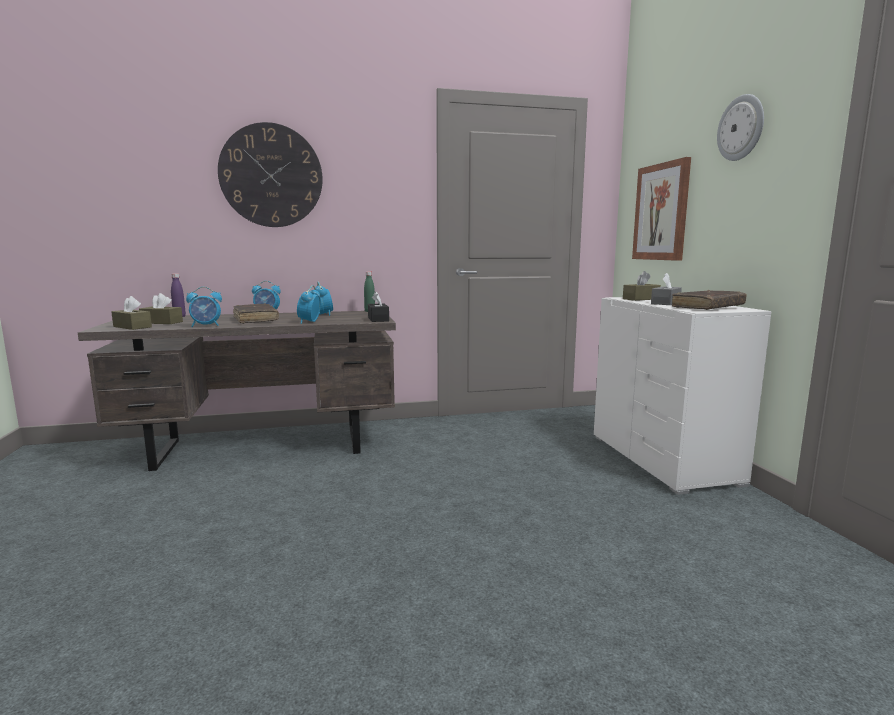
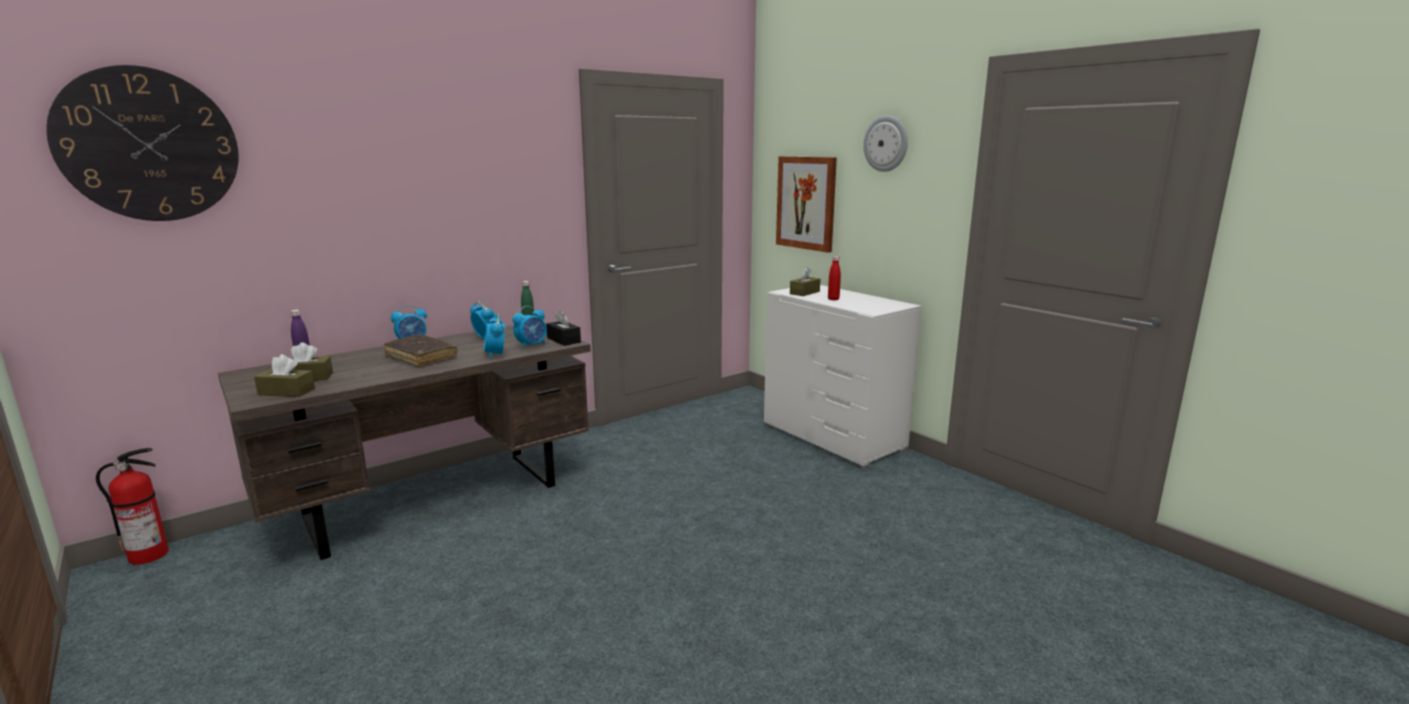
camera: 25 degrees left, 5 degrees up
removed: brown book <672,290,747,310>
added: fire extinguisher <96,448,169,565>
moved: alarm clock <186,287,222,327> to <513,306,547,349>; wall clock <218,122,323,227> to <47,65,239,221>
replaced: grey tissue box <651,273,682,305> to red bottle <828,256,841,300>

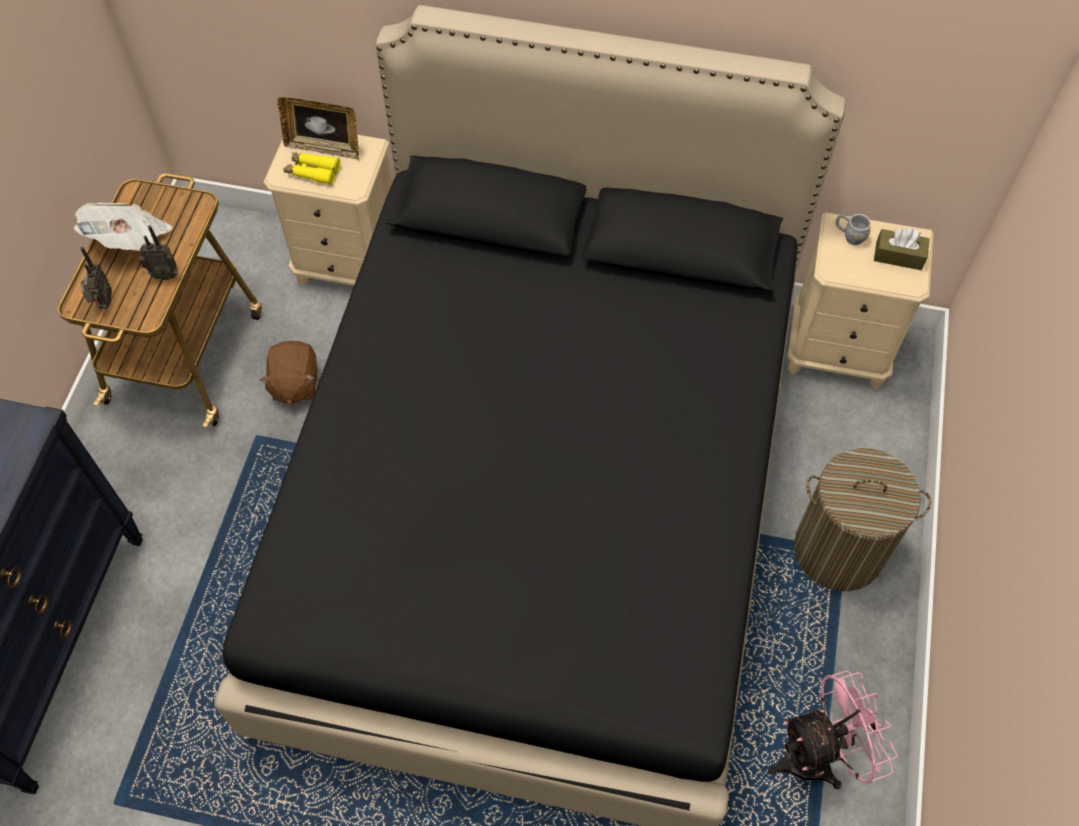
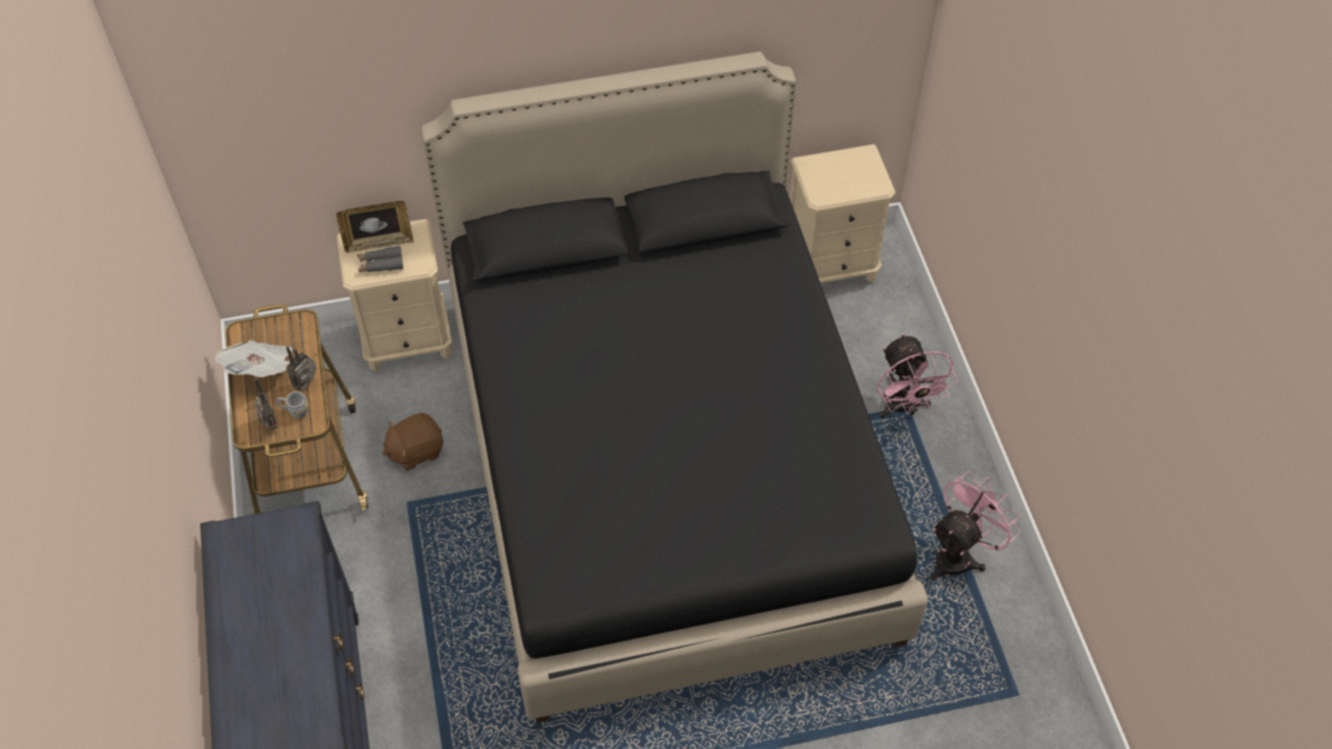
camera: 25 degrees left, 5 degrees down
removed: brown tissue box <874,228,930,270>
moved: grey mug <836,214,871,245> to <276,391,309,419>
replaced: laundry basket <794,448,931,591> to pink fan <878,333,958,418>
recoloured: yellow binoculars <283,152,340,185> to grey binoculars <357,246,403,273>
turned: radio <139,225,178,280> = <286,346,317,391> 150 degrees clockwise; brown plush toy <260,341,317,405> = <382,413,443,471> 90 degrees clockwise

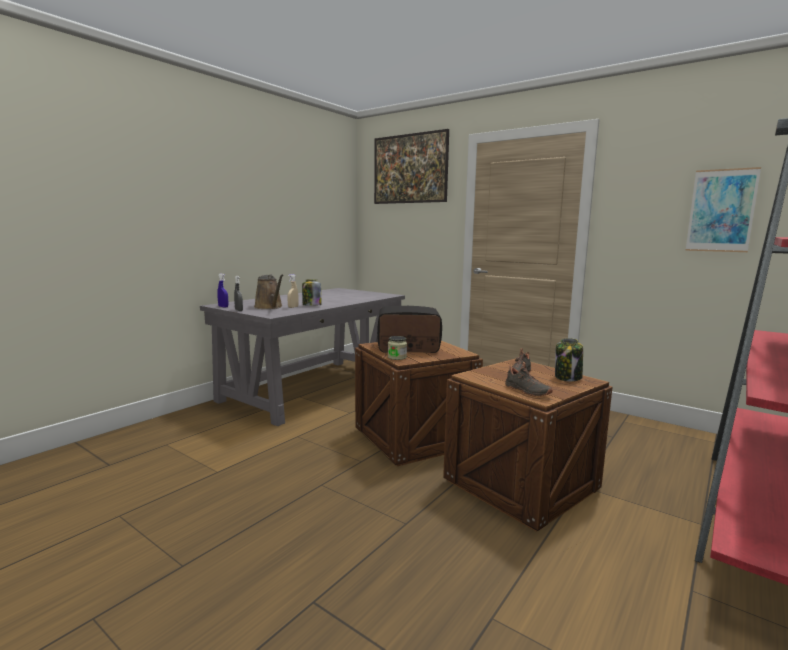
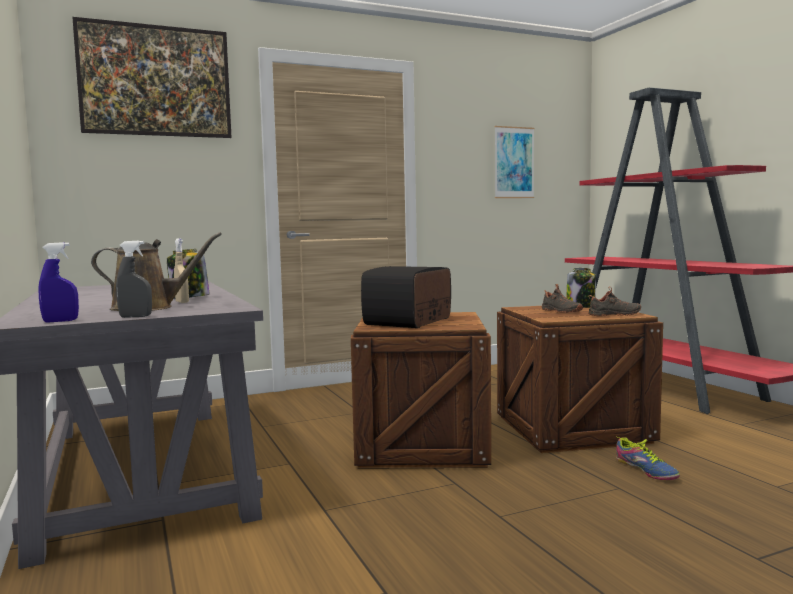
camera: 60 degrees left, 5 degrees down
removed: jar <388,336,407,360>
added: shoe <616,437,680,480>

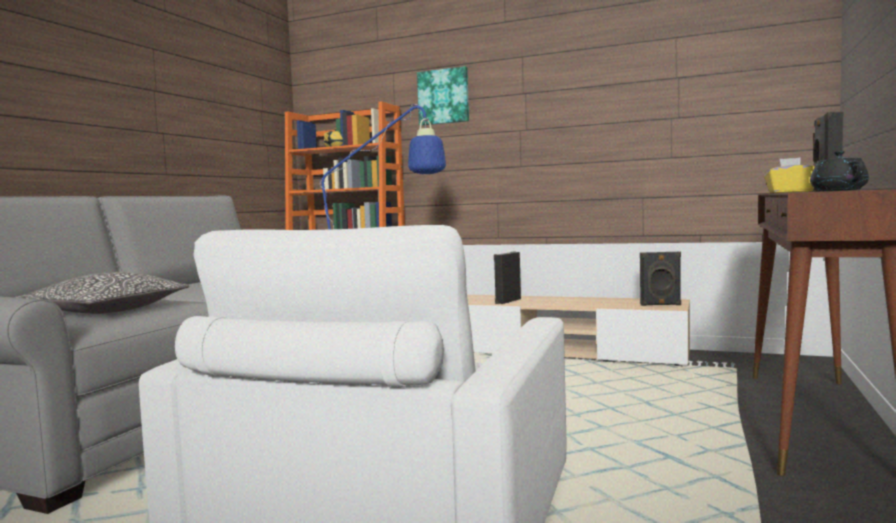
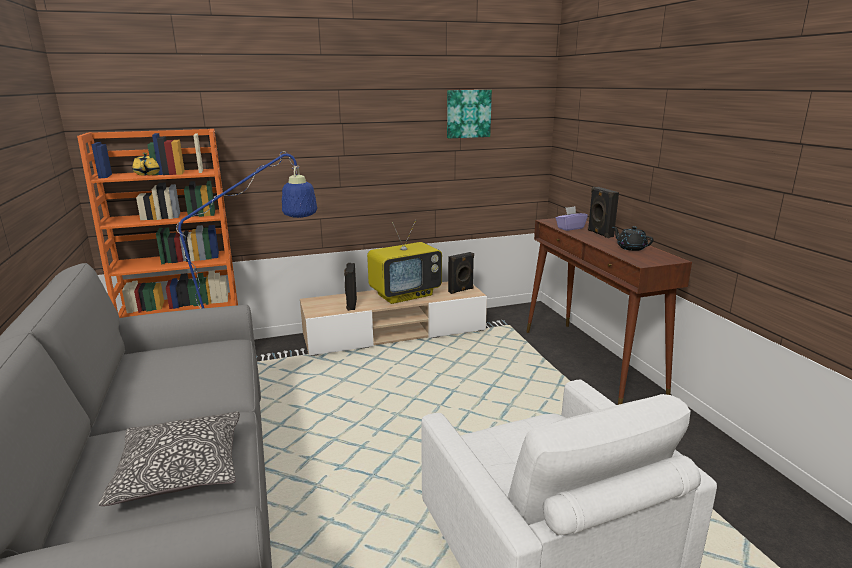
camera: 40 degrees left, 15 degrees up
added: television <367,220,442,304>
moved: picture <417,66,469,125> to <447,90,492,138>
recoloured: yellow tissue box <764,157,814,193> to purple tissue box <556,206,588,231>

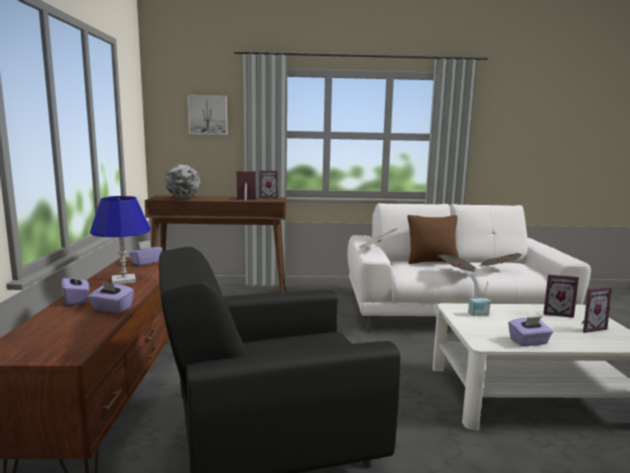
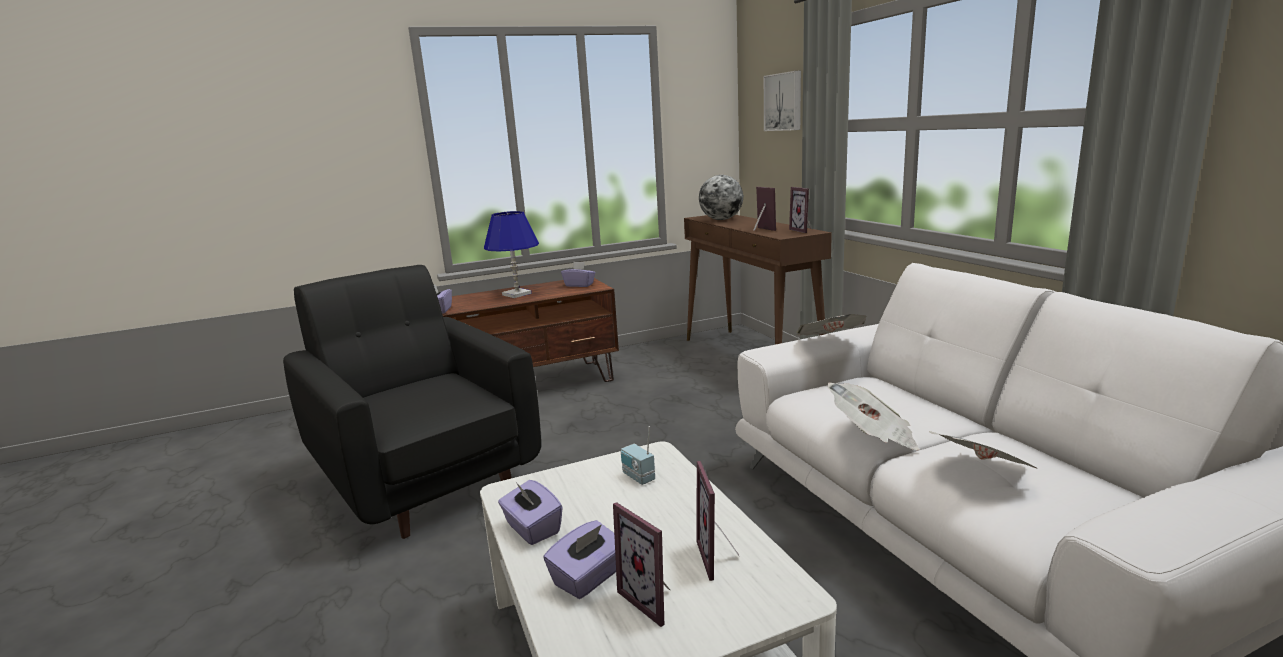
camera: 70 degrees right, 5 degrees up
removed: brown pillow <408,215,459,264>
moved: purple tissue box <62,272,89,305> to <543,520,616,599>

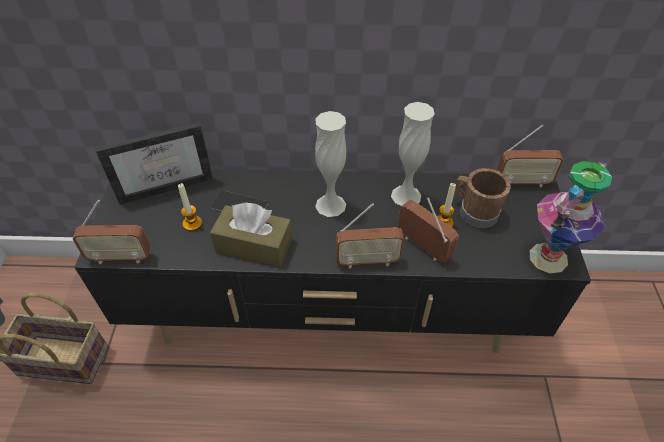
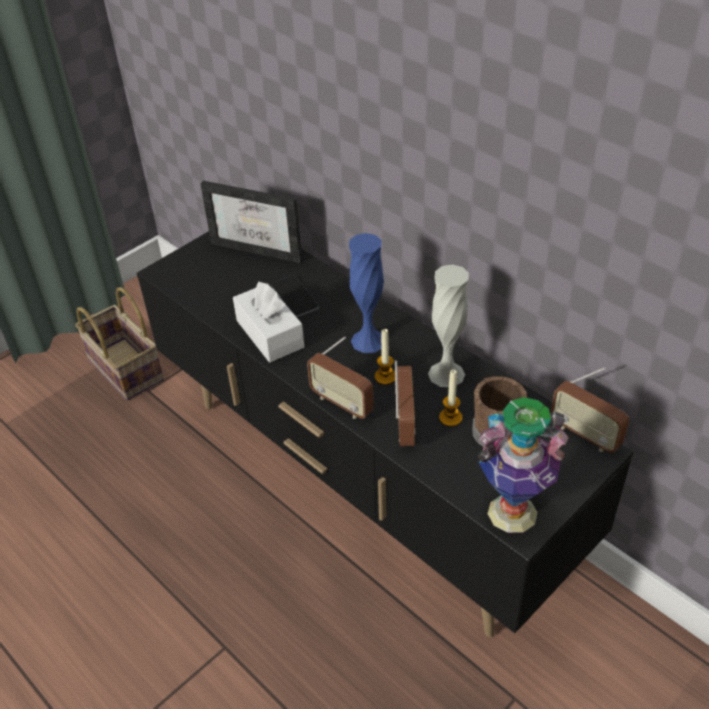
camera: 45 degrees right, 5 degrees down
removed: radio <73,200,150,264>
moved: candle <178,183,202,231> to <375,329,395,385>
recoloured: brown tissue box <210,202,293,267> to white tissue box <233,281,304,362>; white vase <315,111,346,217> to blue vase <349,233,384,353>

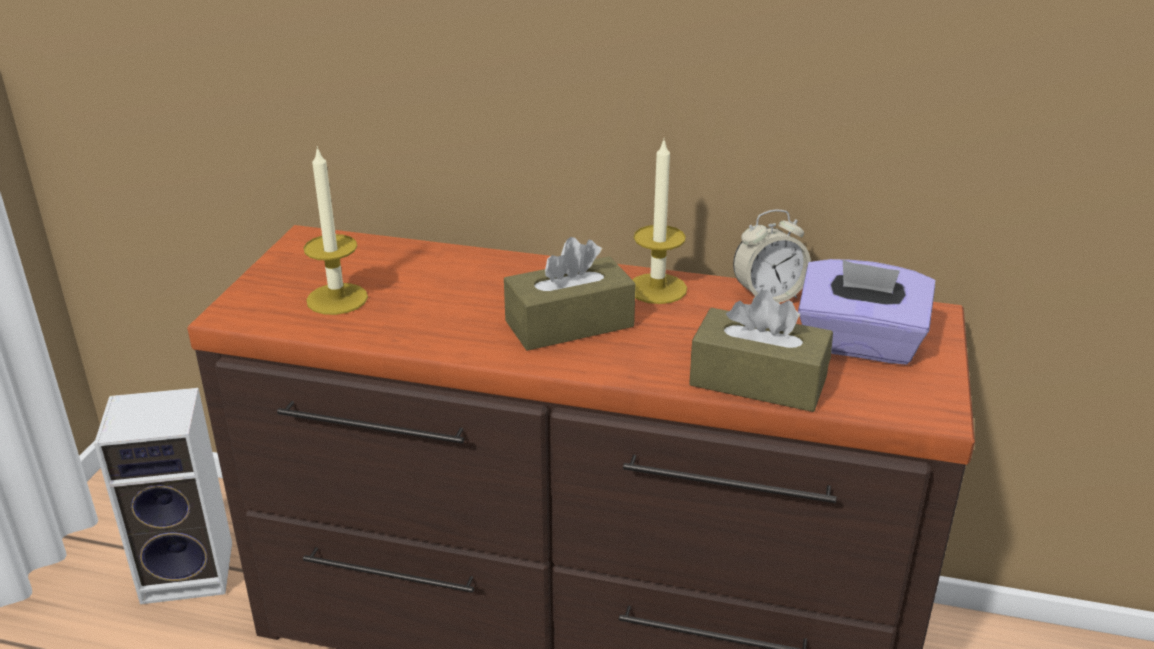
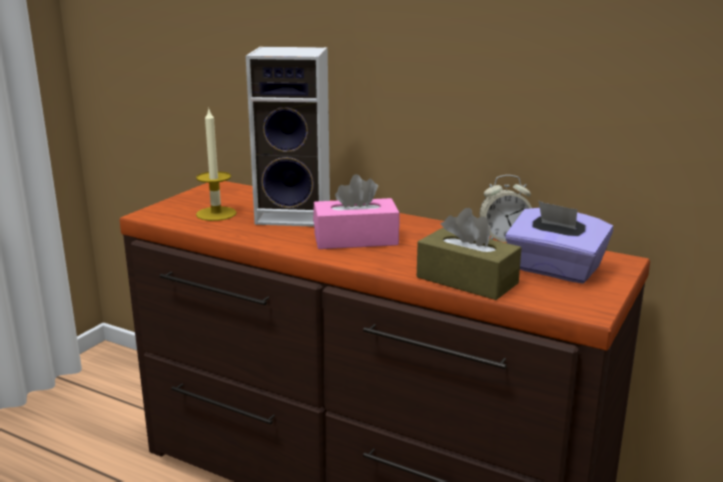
camera: 15 degrees right, 10 degrees down
removed: candle <632,141,687,304>
moved: speaker <94,388,232,605> to <246,46,330,227>
recoloured: brown tissue box <504,237,636,351> to pink tissue box <313,174,400,249>

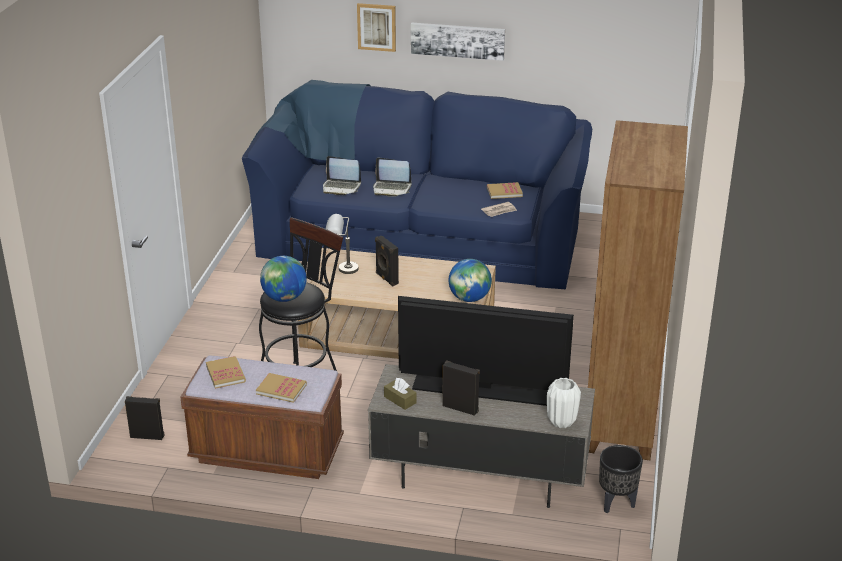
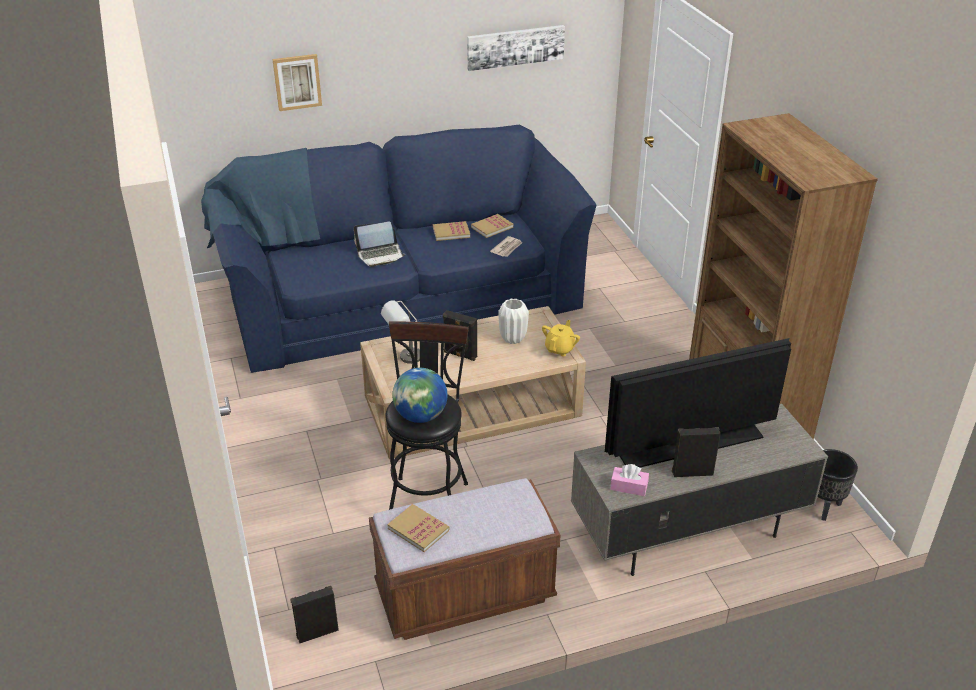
camera: 30 degrees left, 5 degrees up
removed: laptop <323,156,361,195>
moved: book <256,373,307,403> to <433,221,470,241>; picture <411,23,505,61> to <467,25,565,71>; white vase <547,378,581,428> to <498,299,529,344>
replaced: globe <449,259,492,302> to yellow teapot <542,320,580,356>
recoloured: brown tissue box <384,378,417,410> to pink tissue box <610,464,649,496>

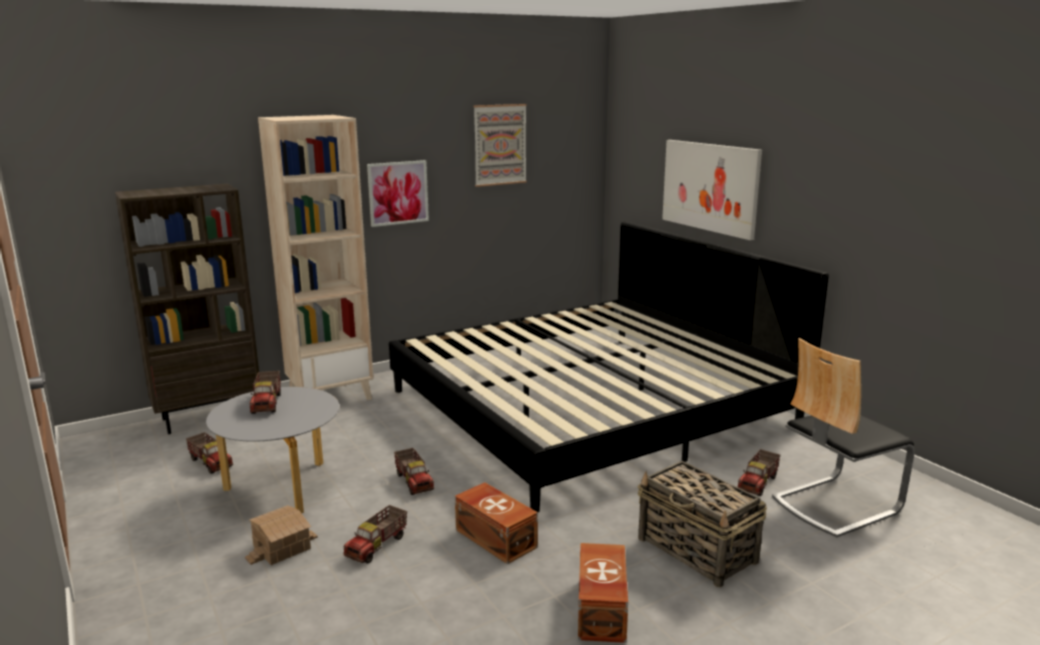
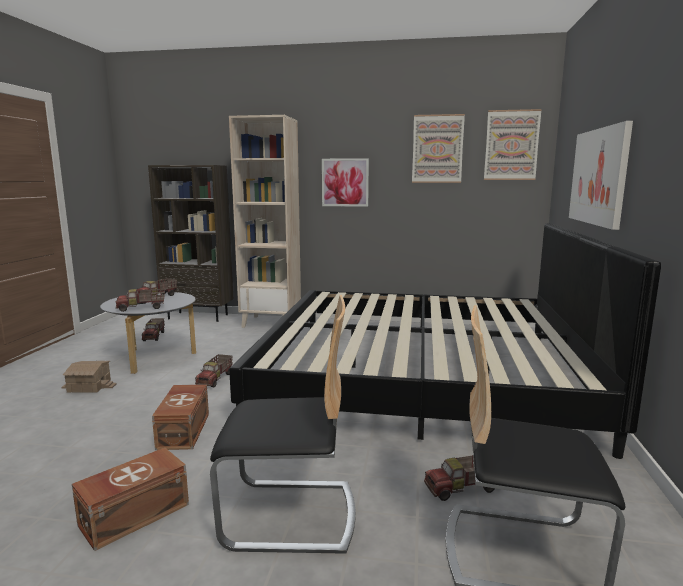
camera: 40 degrees right, 5 degrees down
added: picture <484,109,542,180>
moved: toy truck <343,505,407,564> to <115,289,165,312>
replaced: basket <637,461,767,587> to chair <210,295,356,554>

